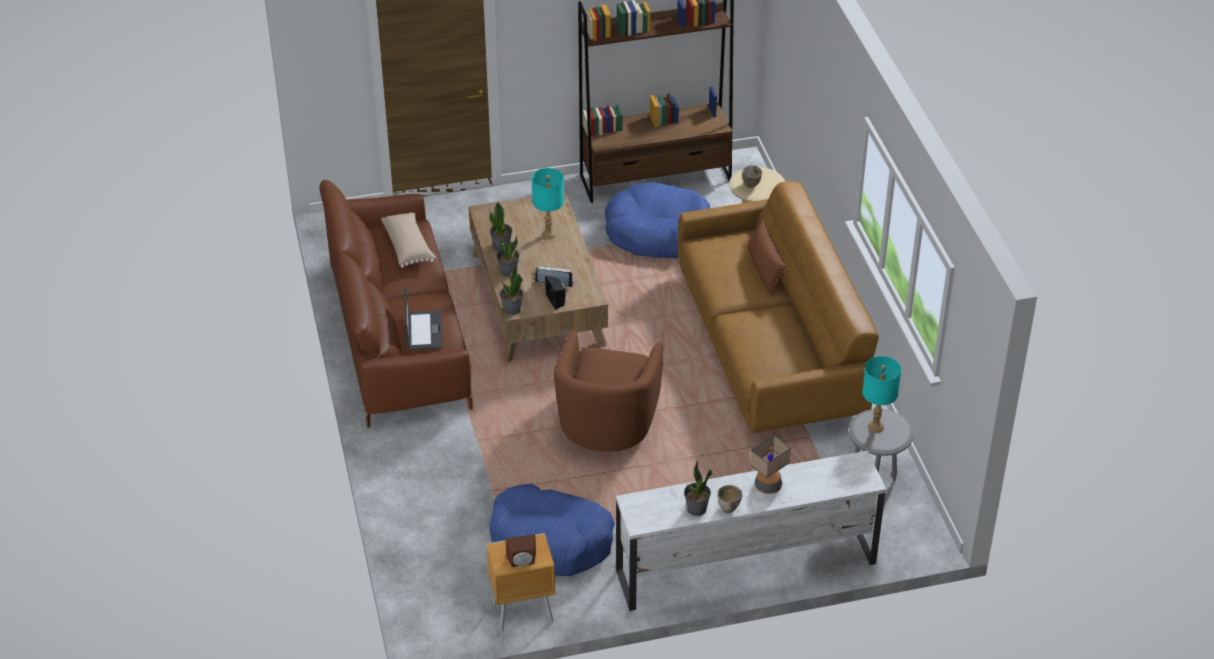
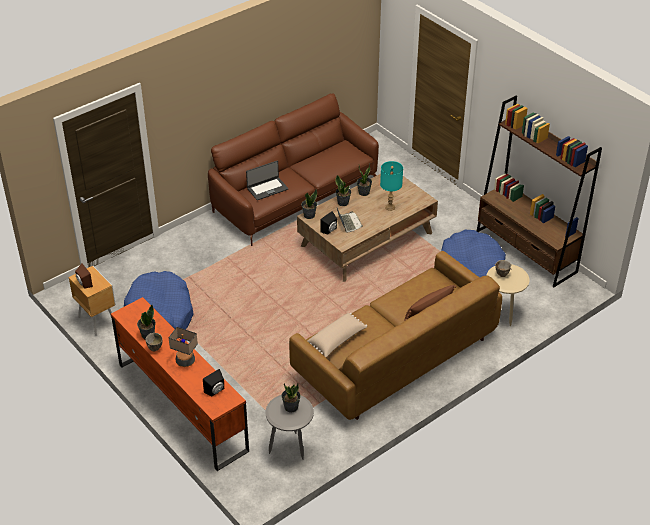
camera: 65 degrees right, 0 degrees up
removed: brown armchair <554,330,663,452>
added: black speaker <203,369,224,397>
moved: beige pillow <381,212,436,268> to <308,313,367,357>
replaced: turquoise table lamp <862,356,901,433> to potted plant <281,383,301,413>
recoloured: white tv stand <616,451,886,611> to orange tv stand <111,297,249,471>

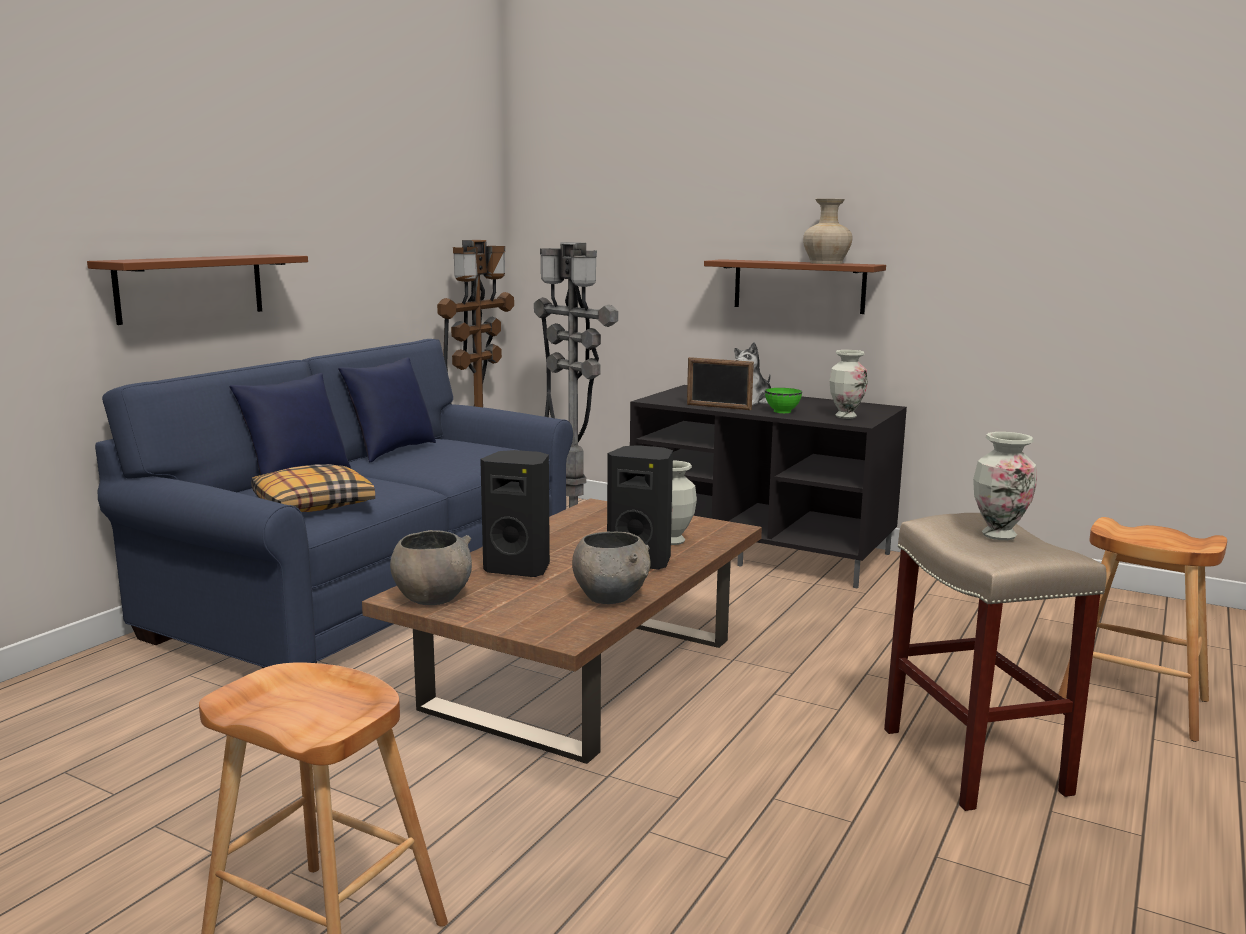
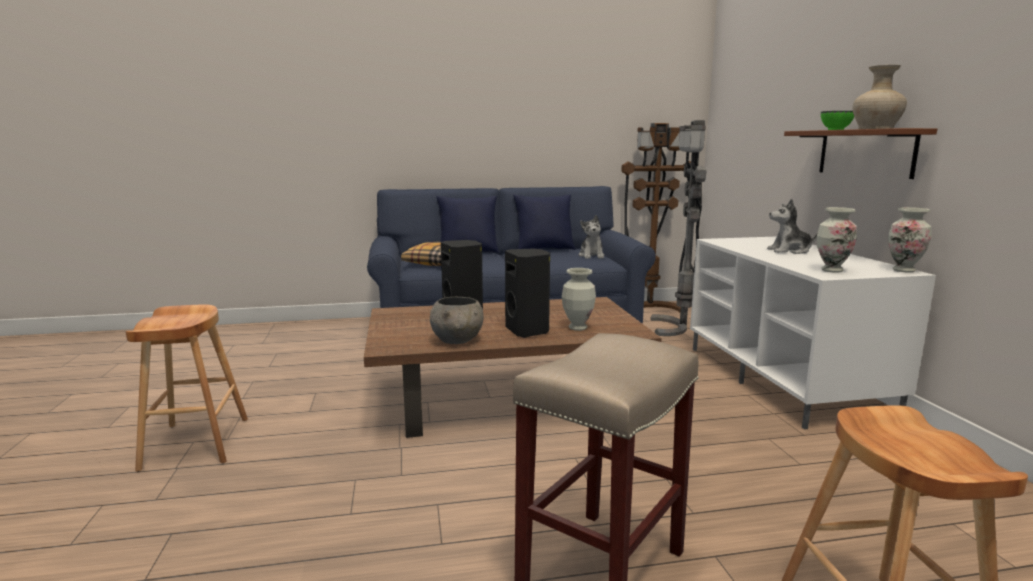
camera: 50 degrees right, 0 degrees up
removed: brown shelf <87,254,308,325>; grey bowl <390,530,472,605>; picture frame <687,357,754,410>
added: plush toy <579,215,605,259>
moved: green bowl <765,388,802,413> to <821,111,854,130>; vase <973,432,1037,540> to <888,207,931,273>
recoloured: black tv stand <630,385,907,588> to white tv stand <690,237,936,429>

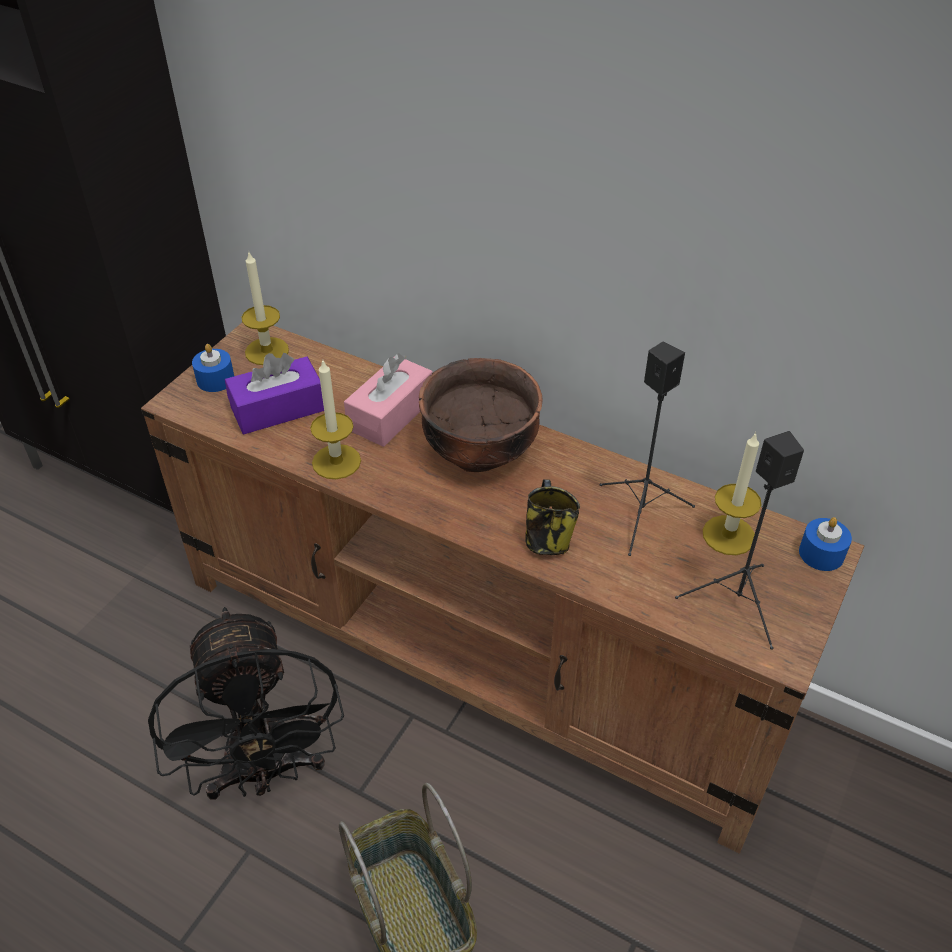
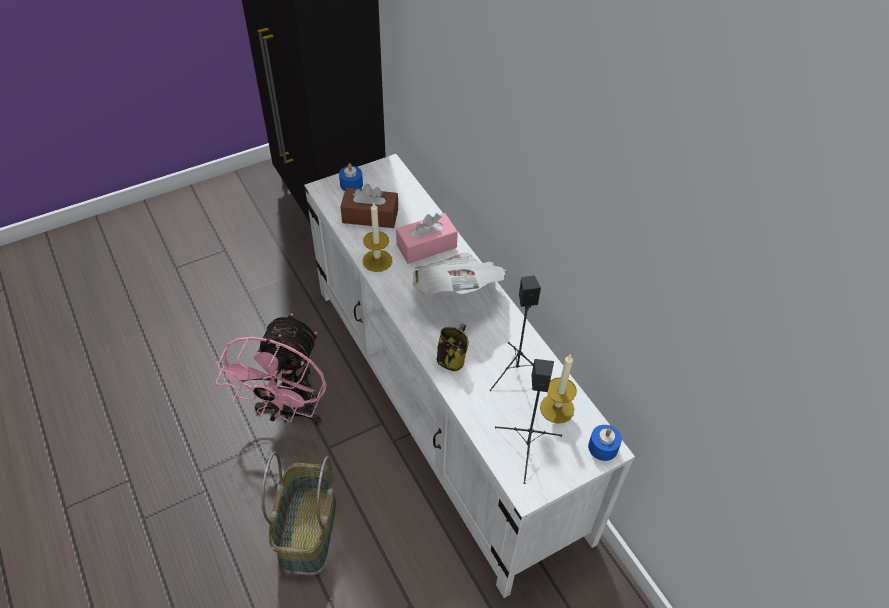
camera: 30 degrees right, 5 degrees up
removed: candle <241,250,289,365>
replaced: brown bowl <419,358,543,472> to newspaper <413,253,506,294>
recoloured: brown tv stand <141,323,864,854> to white tv stand <304,154,635,598>; black fan <148,607,344,800> to pink fan <216,313,327,426>; purple tissue box <225,353,324,434> to brown tissue box <340,184,398,228>

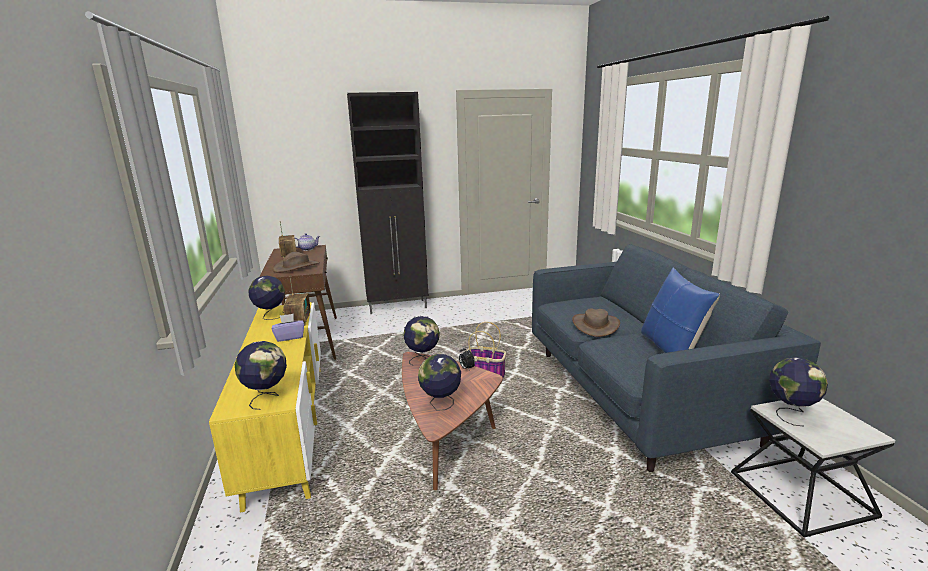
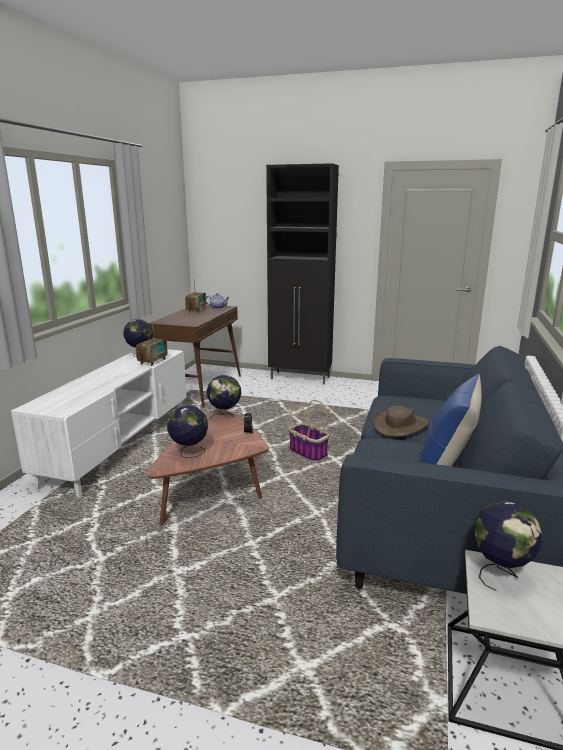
camera: 30 degrees right, 0 degrees up
removed: globe <235,341,287,410>; brown hat <272,252,320,273>; purple tissue box <272,314,304,342>
recoloured: yellow tv stand <209,302,321,512> to white tv stand <11,349,187,497>

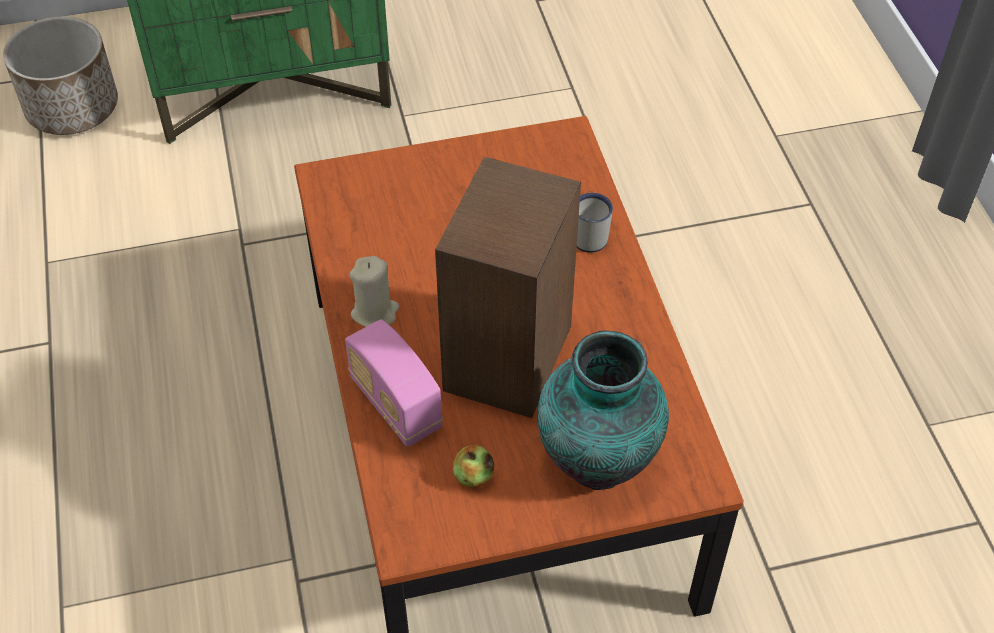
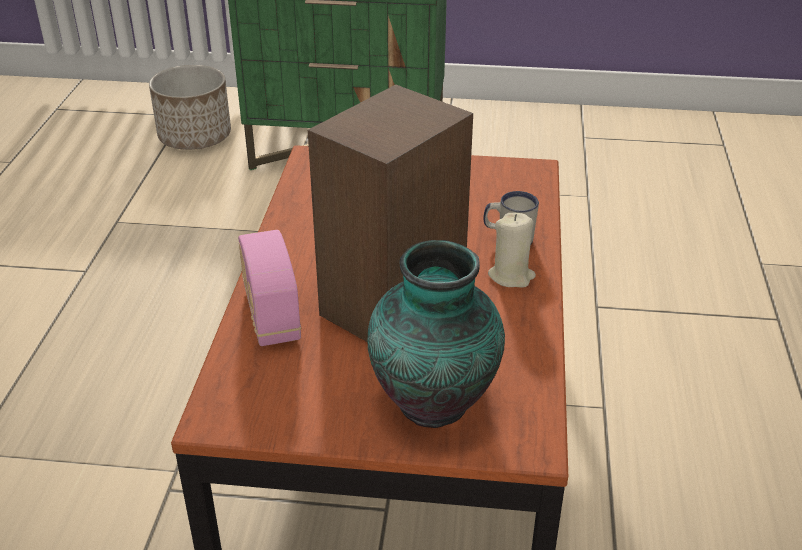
camera: 20 degrees right, 15 degrees down
removed: apple <453,445,494,488>
moved: beige candle <350,256,399,327> to <488,213,536,287>

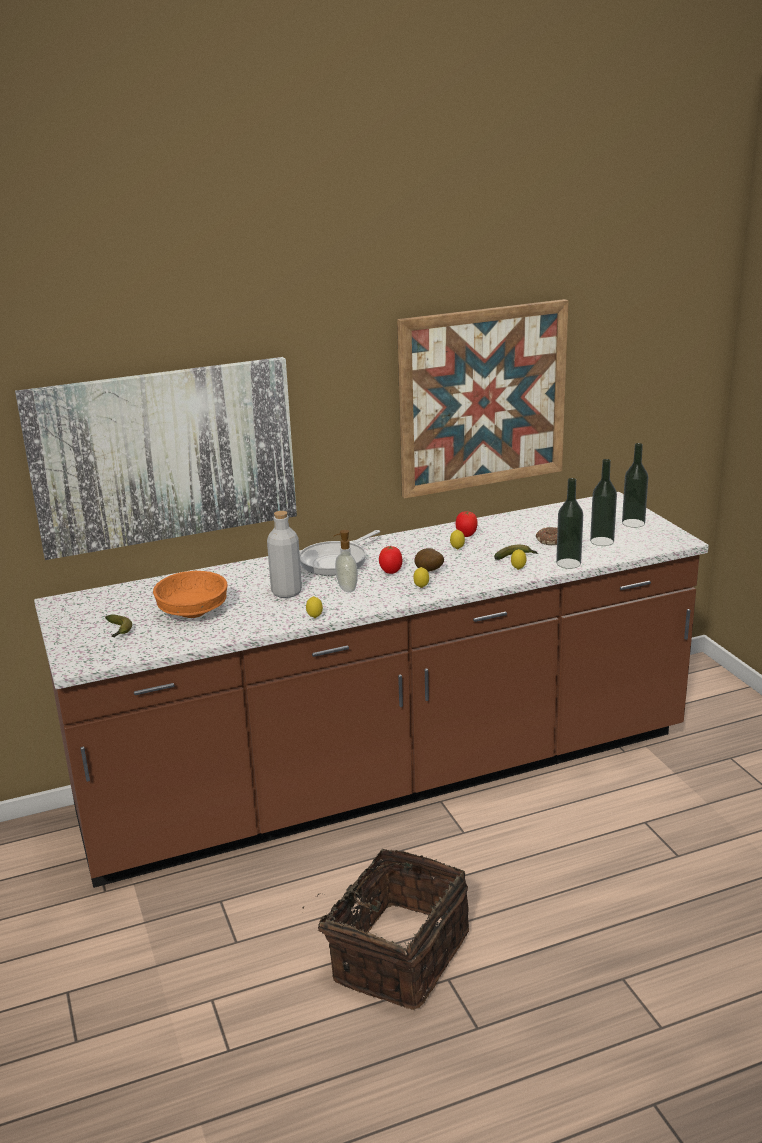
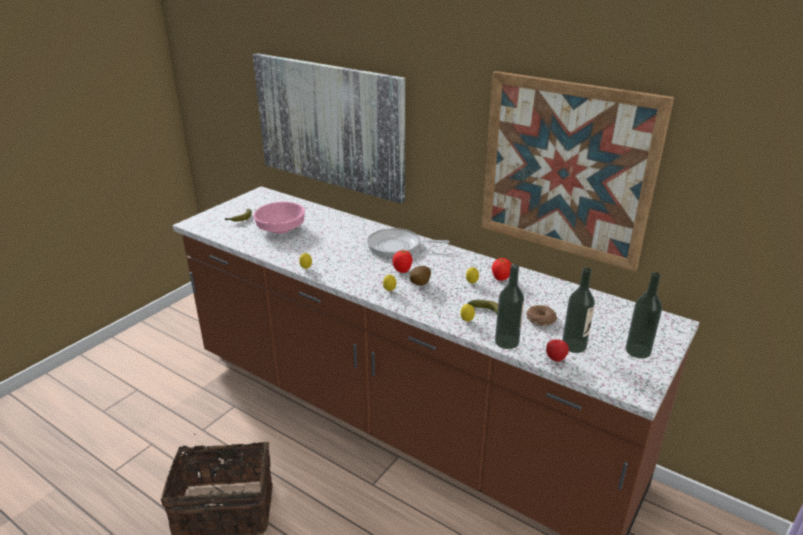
camera: 55 degrees right, 5 degrees up
removed: grey bottle <267,511,302,598>; soap dispenser <333,530,358,592>
added: apple <546,339,569,362>
recoloured: orange bowl <153,571,227,618> to pink bowl <253,202,305,234>

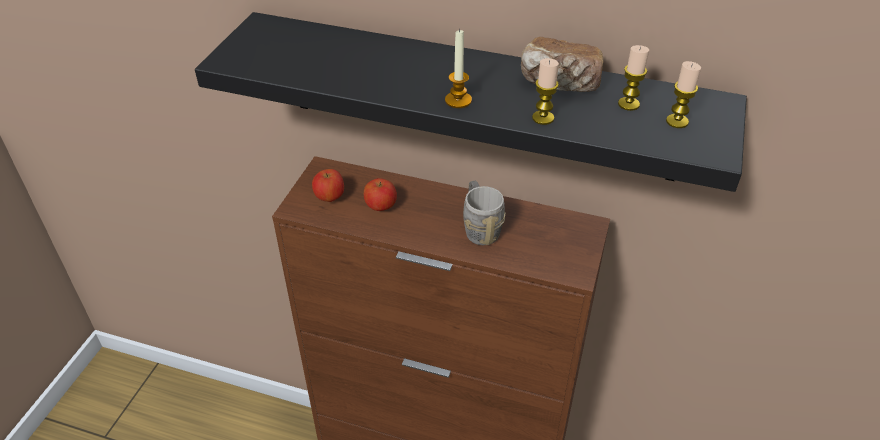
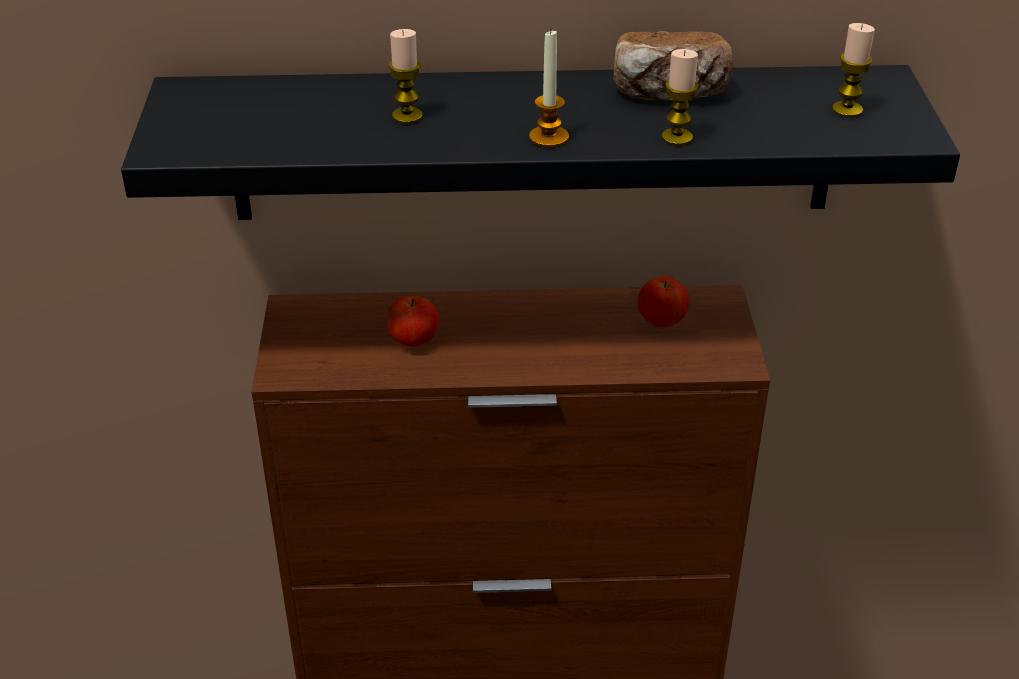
camera: 20 degrees left, 5 degrees down
removed: grey mug <463,181,506,245>
moved: apple <312,169,344,202> to <638,276,689,327>; candle <618,45,649,111> to <389,29,423,124>

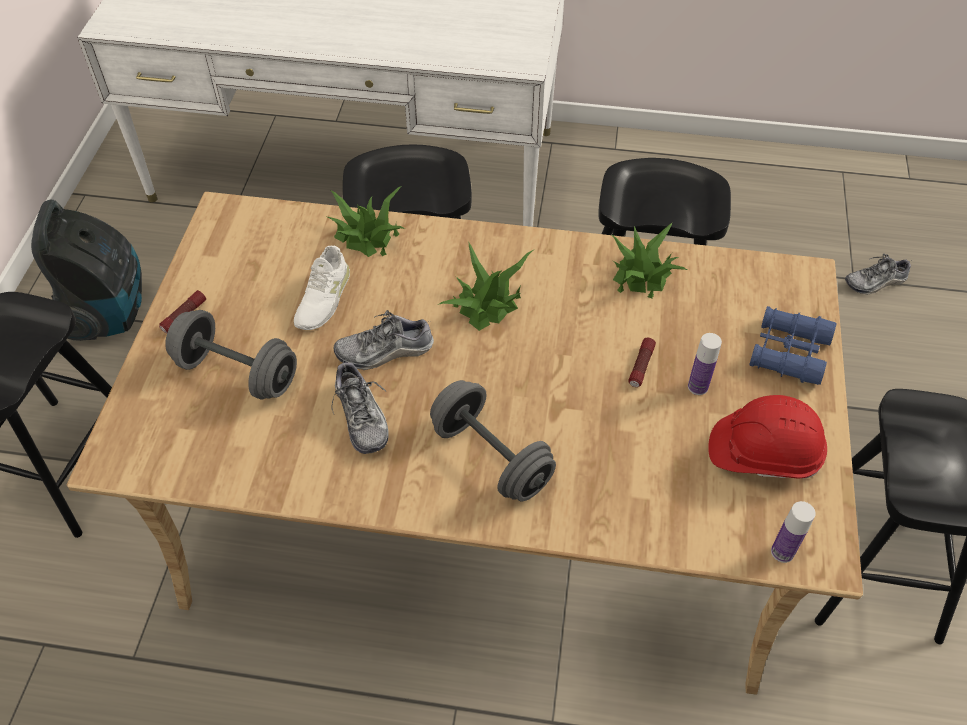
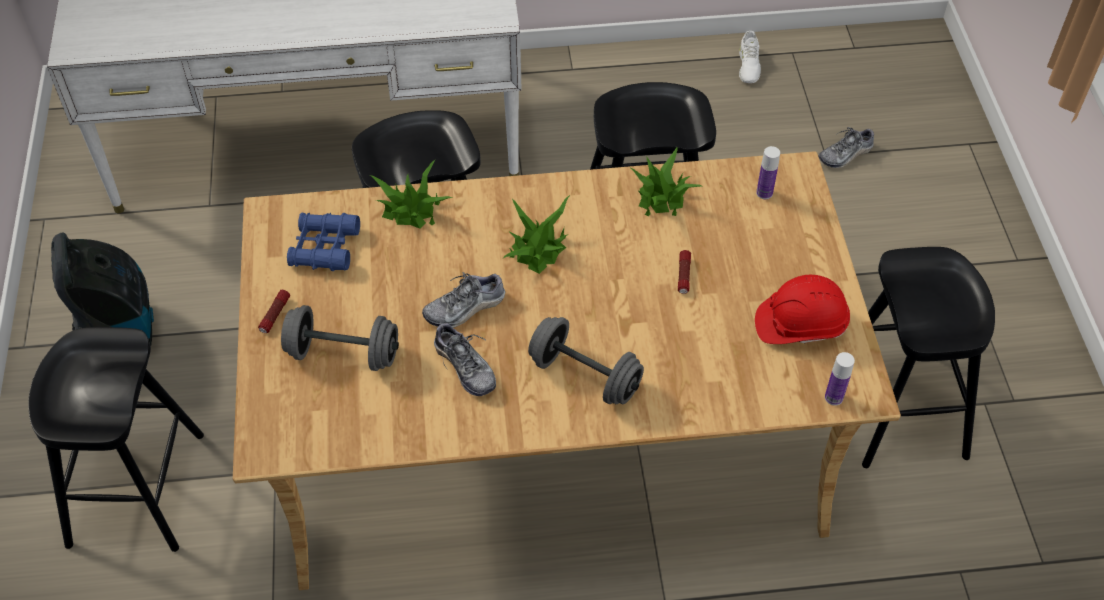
camera: 15 degrees left, 0 degrees up
moved: white shoe <294,246,350,330> to <739,31,761,83>; bottle <688,333,722,395> to <756,146,780,199>; blue binoculars <749,306,837,385> to <287,212,360,271>

